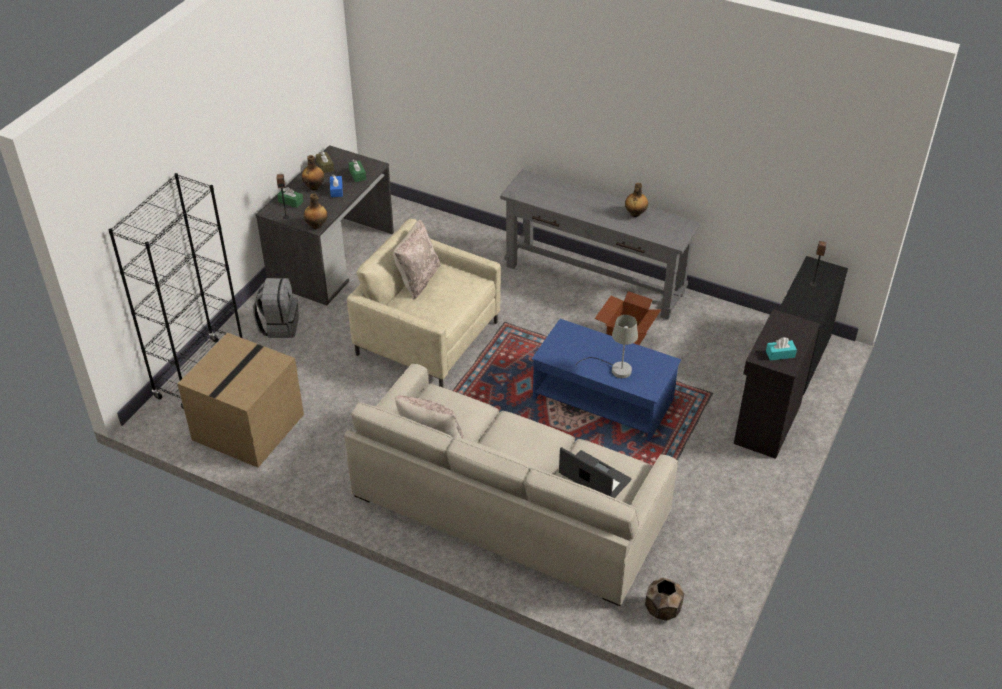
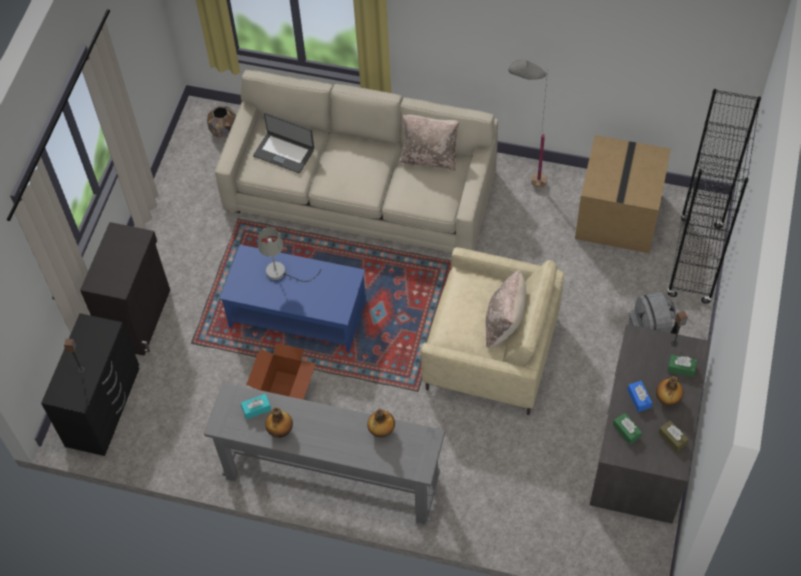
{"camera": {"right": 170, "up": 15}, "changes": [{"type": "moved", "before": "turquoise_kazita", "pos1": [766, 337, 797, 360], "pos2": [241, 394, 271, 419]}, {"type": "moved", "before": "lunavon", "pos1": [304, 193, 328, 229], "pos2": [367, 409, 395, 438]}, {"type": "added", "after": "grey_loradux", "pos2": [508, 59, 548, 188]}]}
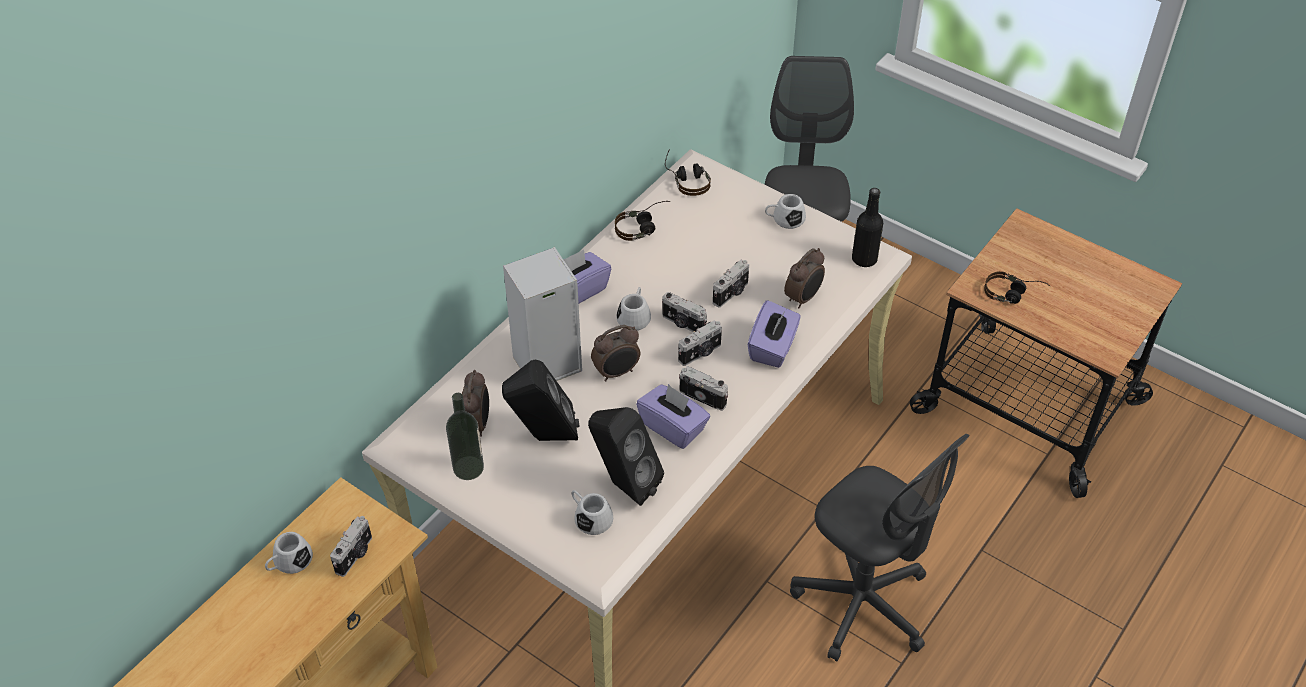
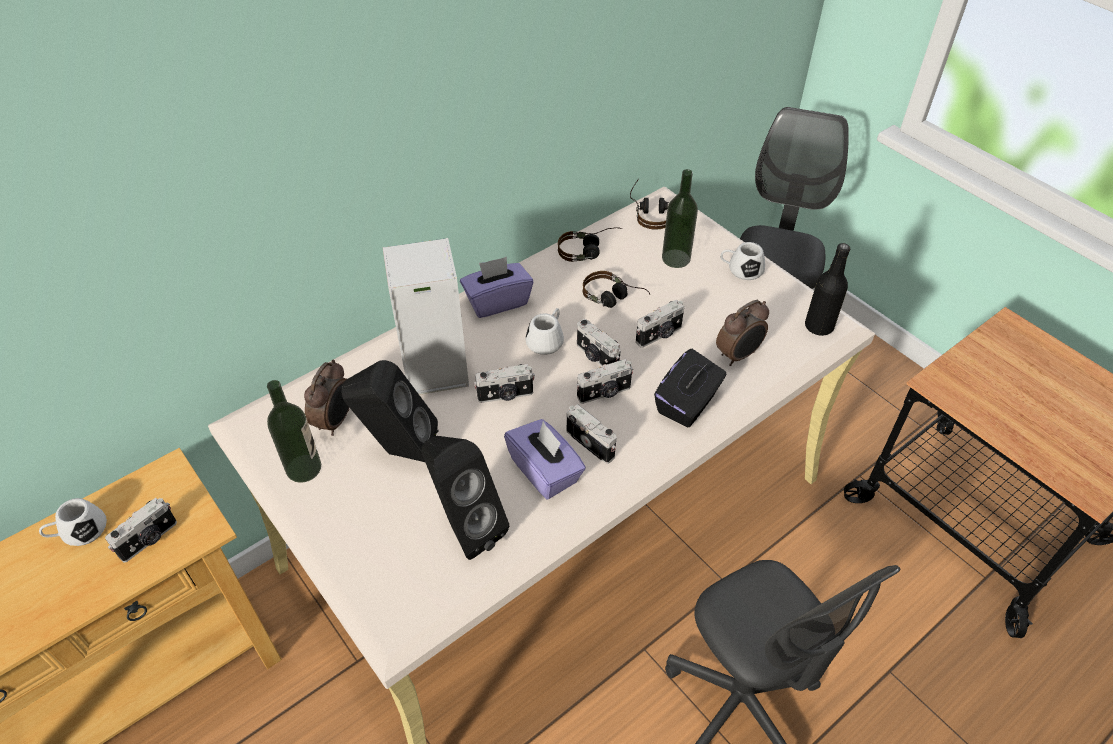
{"camera": {"right": 15, "up": 0}, "changes": [{"type": "replaced", "before": "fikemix", "after": "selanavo", "pos1": [591, 325, 640, 382], "pos2": [474, 364, 535, 403]}, {"type": "moved", "before": "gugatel", "pos1": [984, 271, 1050, 304], "pos2": [583, 271, 650, 308]}, {"type": "recoloured", "before": "purple_kazita", "after": "black_kazita", "pos1": [748, 300, 801, 368], "pos2": [654, 349, 726, 428]}, {"type": "added", "after": "lunavon", "pos2": [662, 169, 698, 268]}, {"type": "removed", "before": "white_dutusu", "pos1": [572, 490, 613, 535]}]}
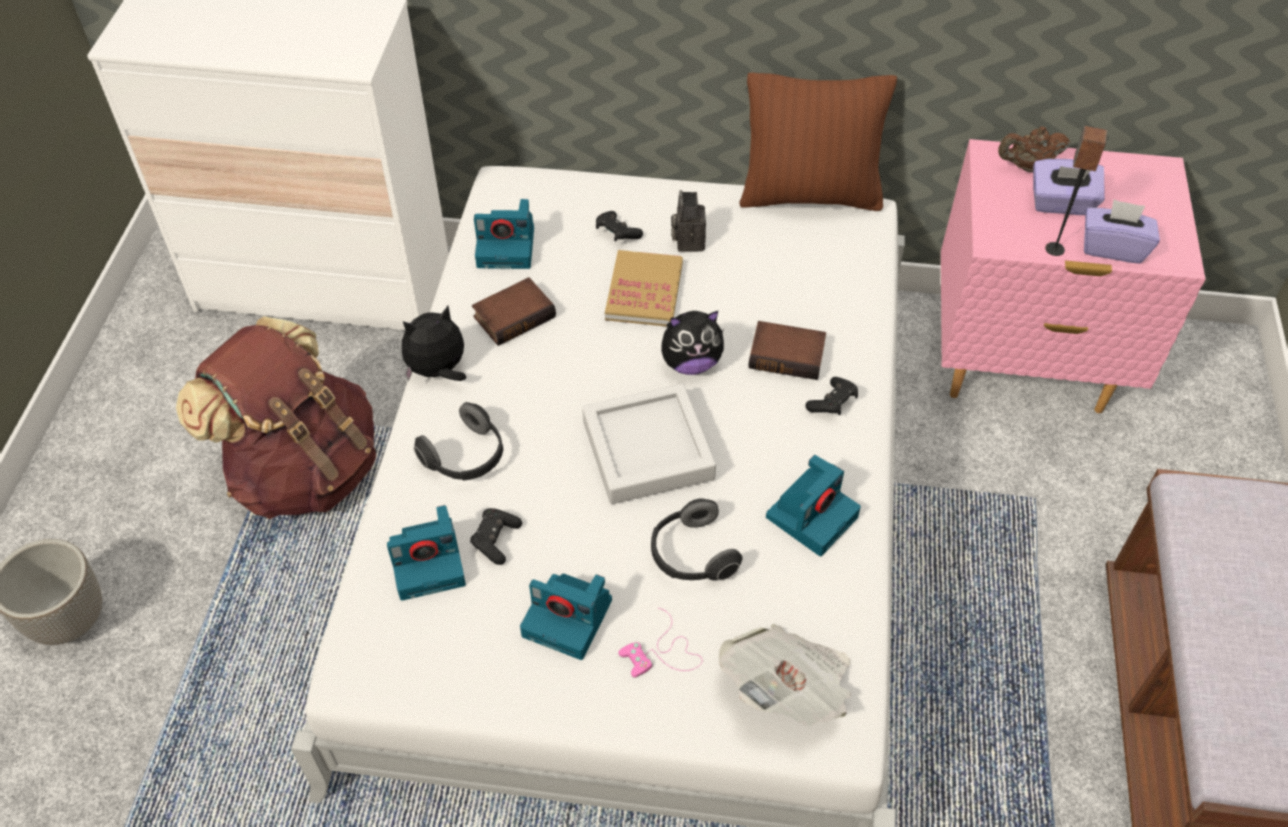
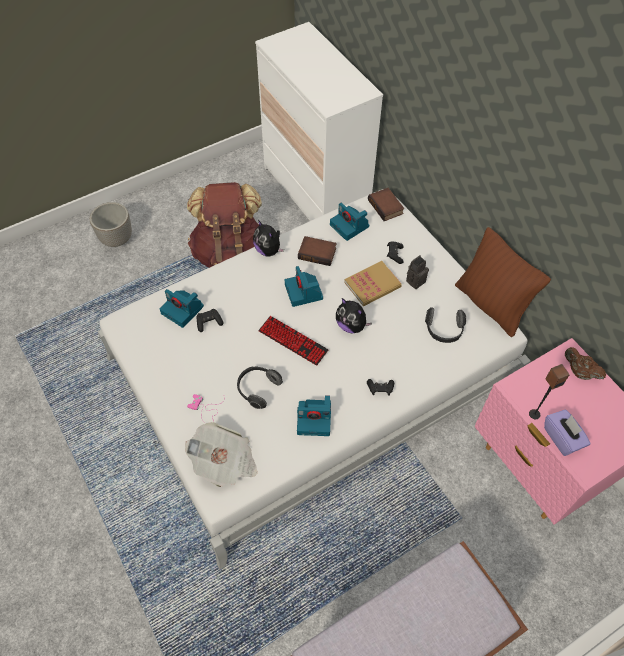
{"camera": {"right": 50, "up": 5}, "changes": [{"type": "turned", "before": "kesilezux", "pos1": [402, 306, 466, 381], "pos2": [253, 220, 284, 257], "turn": -150}, {"type": "replaced", "before": "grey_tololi", "after": "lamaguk", "pos1": [582, 384, 716, 504], "pos2": [258, 316, 328, 366]}, {"type": "moved", "before": "selanavo", "pos1": [520, 574, 612, 660], "pos2": [285, 266, 323, 307]}, {"type": "moved", "before": "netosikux", "pos1": [748, 321, 826, 380], "pos2": [368, 188, 404, 221]}, {"type": "moved", "before": "gugatel", "pos1": [414, 402, 503, 480], "pos2": [425, 307, 466, 343]}, {"type": "removed", "before": "purple_kazita", "pos1": [1033, 159, 1105, 215]}]}
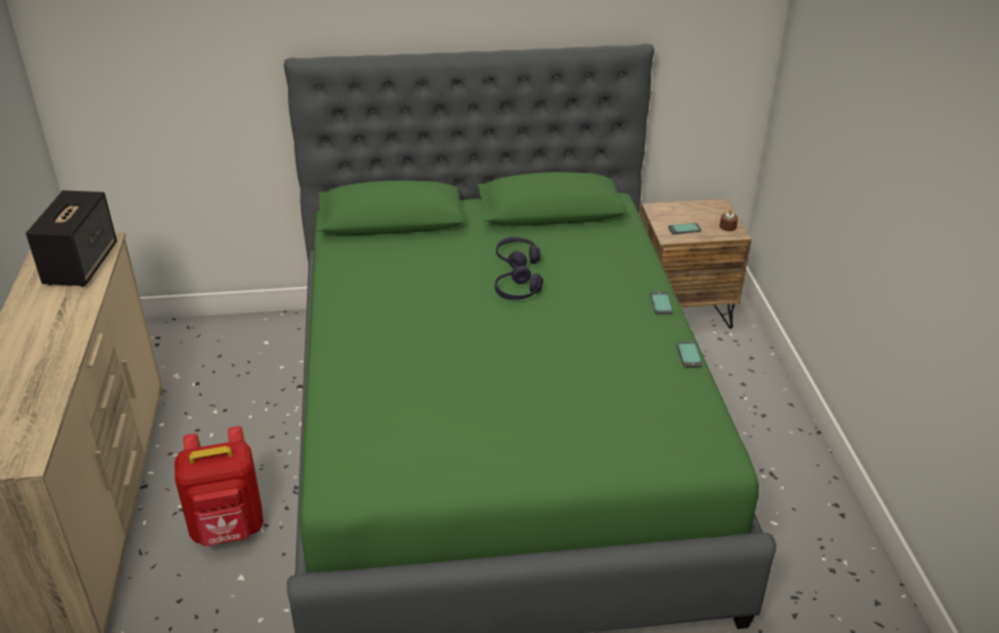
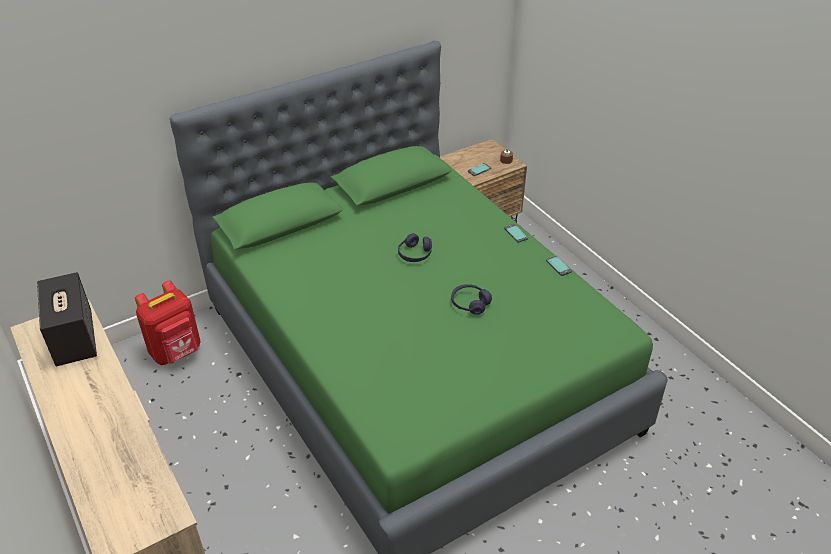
{"camera": {"right": -25, "up": 5}, "changes": [{"type": "moved", "before": "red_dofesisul", "pos1": [175, 426, 263, 546], "pos2": [135, 280, 201, 365]}, {"type": "moved", "before": "purple_gugatel", "pos1": [496, 237, 540, 268], "pos2": [451, 284, 492, 315]}]}
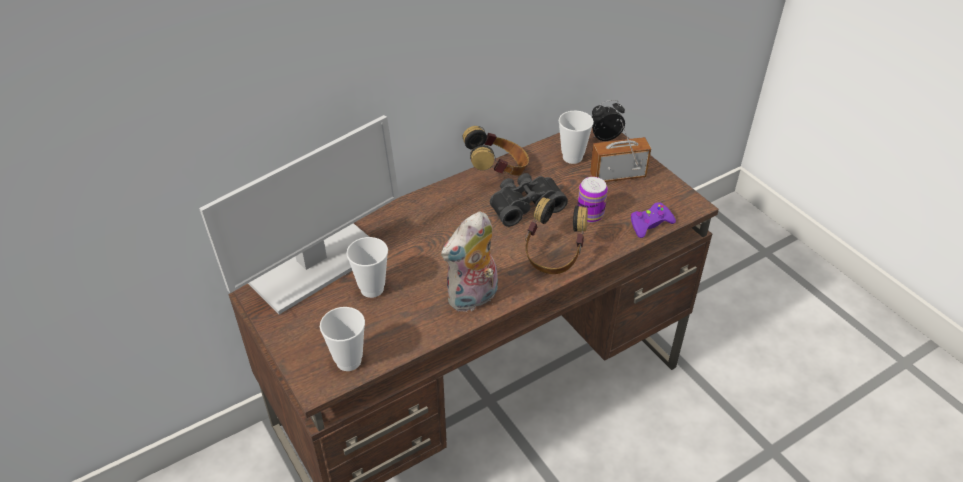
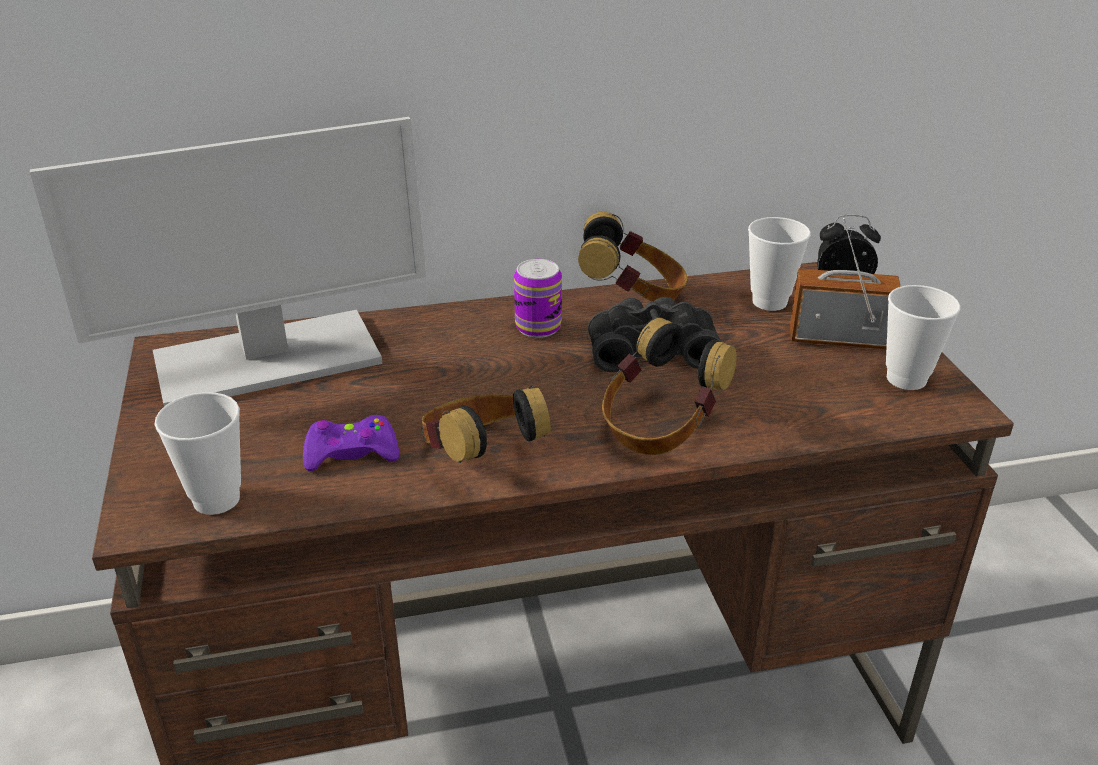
{"camera": {"right": 20, "up": -10}, "changes": [{"type": "moved", "before": "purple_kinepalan", "pos1": [630, 202, 676, 238], "pos2": [303, 415, 399, 471]}, {"type": "replaced", "before": "kesilezux", "after": "gugatel", "pos1": [441, 212, 498, 313], "pos2": [421, 386, 551, 463]}, {"type": "moved", "before": "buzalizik", "pos1": [577, 177, 608, 223], "pos2": [514, 259, 562, 338]}, {"type": "moved", "before": "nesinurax", "pos1": [346, 237, 388, 298], "pos2": [886, 285, 960, 390]}]}
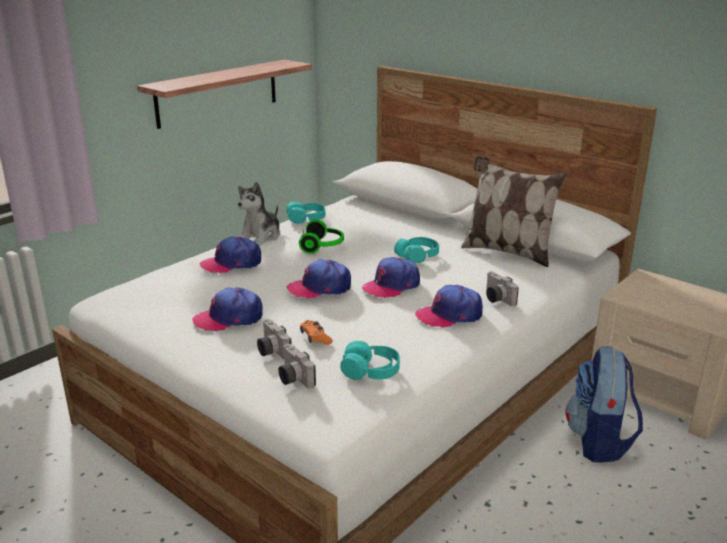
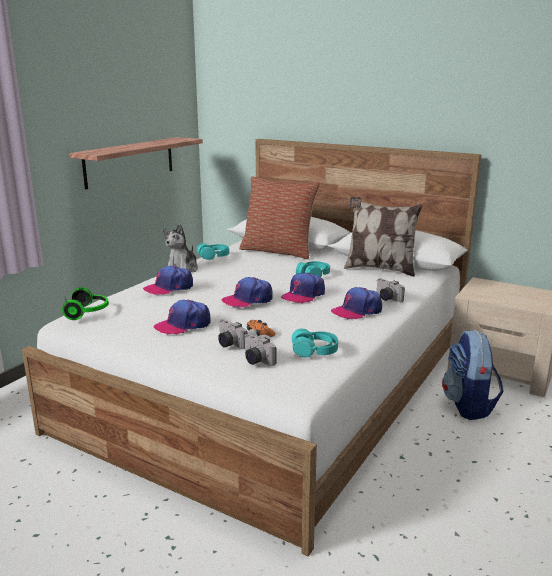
{"camera": {"right": -10, "up": -5}, "changes": [{"type": "moved", "before": "gugatel", "pos1": [299, 219, 344, 254], "pos2": [62, 287, 109, 320]}, {"type": "added", "after": "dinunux", "pos2": [239, 176, 320, 259]}]}
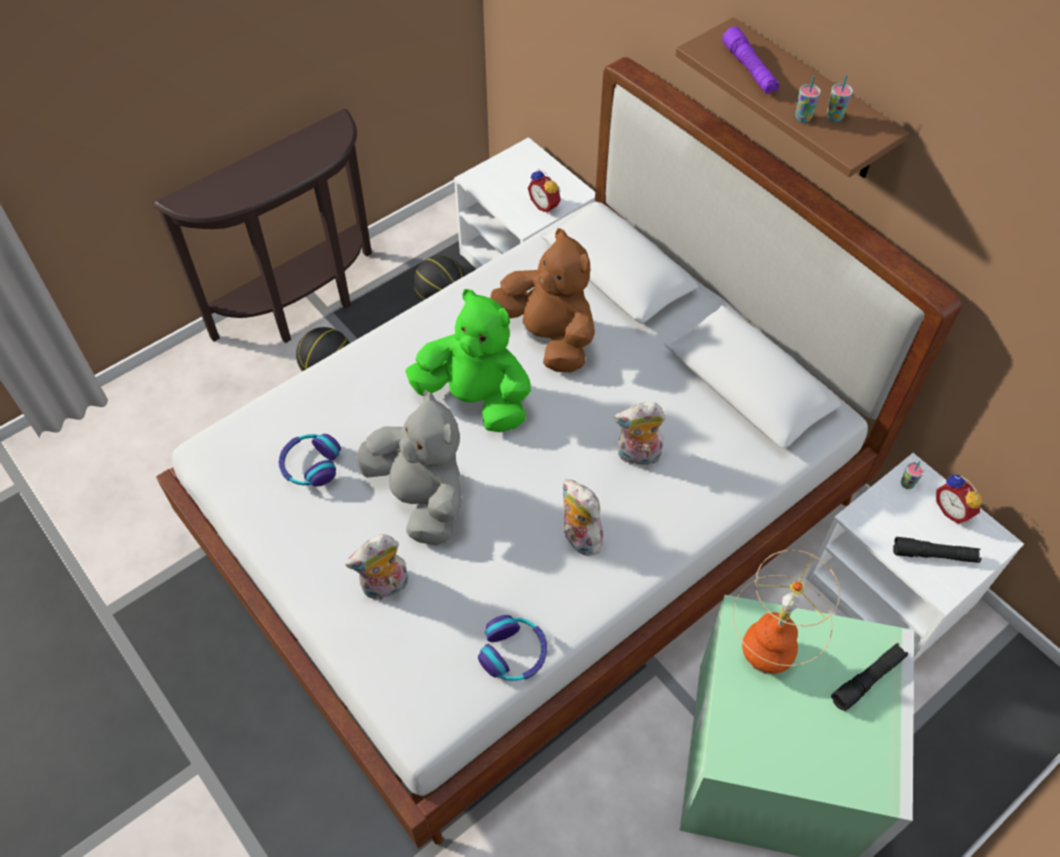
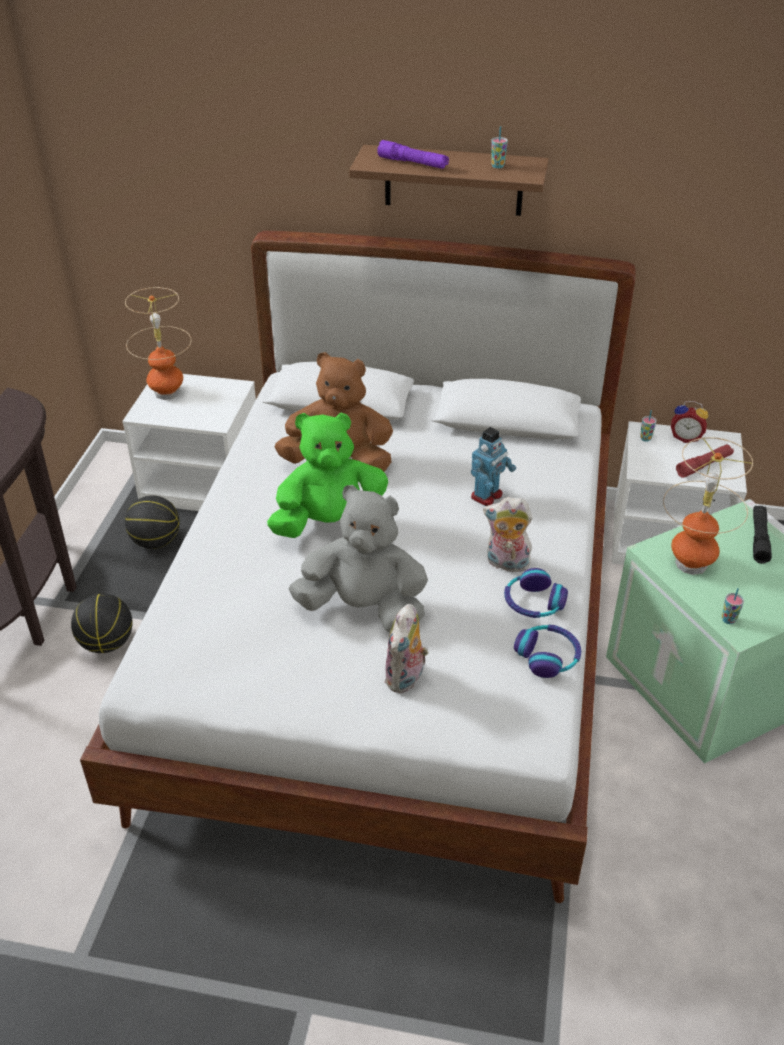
{"camera": {"right": -40, "up": -15}, "changes": [{"type": "added", "after": "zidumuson", "pos2": [125, 287, 191, 400]}, {"type": "replaced", "before": "kesilezux", "after": "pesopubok", "pos1": [614, 402, 666, 466], "pos2": [471, 427, 516, 506]}, {"type": "moved", "before": "gugatel", "pos1": [279, 434, 341, 487], "pos2": [504, 568, 568, 618]}, {"type": "recoloured", "before": "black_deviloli", "after": "red_deviloli", "pos1": [893, 537, 982, 563], "pos2": [676, 444, 734, 478]}, {"type": "moved", "before": "nesinurax", "pos1": [795, 76, 821, 123], "pos2": [722, 588, 744, 624]}, {"type": "removed", "before": "fikemix", "pos1": [528, 169, 561, 213]}]}
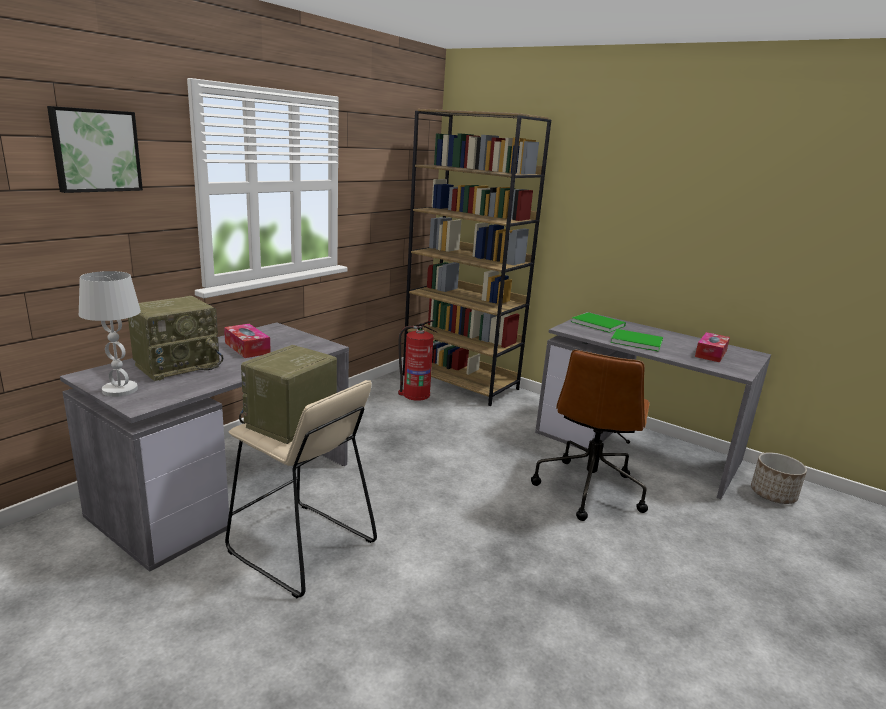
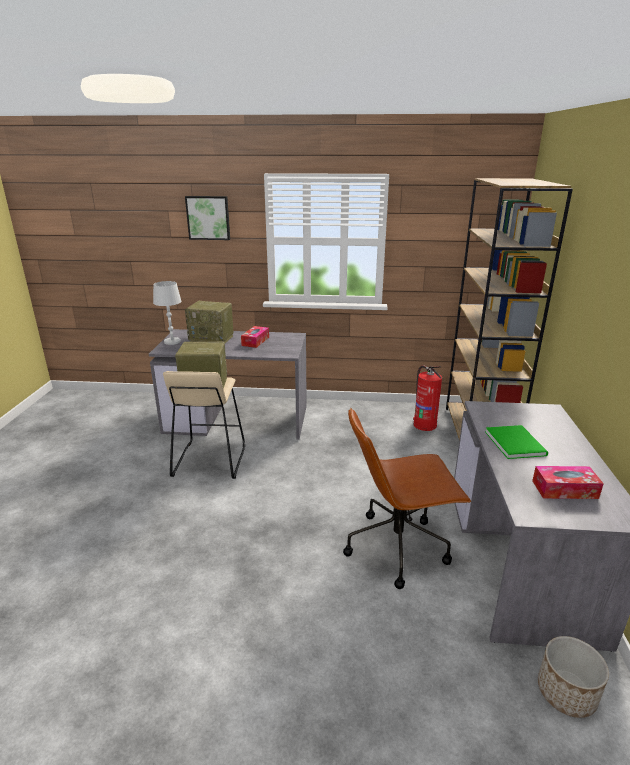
{"camera": {"right": 60, "up": 5}, "changes": [{"type": "removed", "before": "green_netosikux", "pos1": [571, 312, 626, 333]}]}
